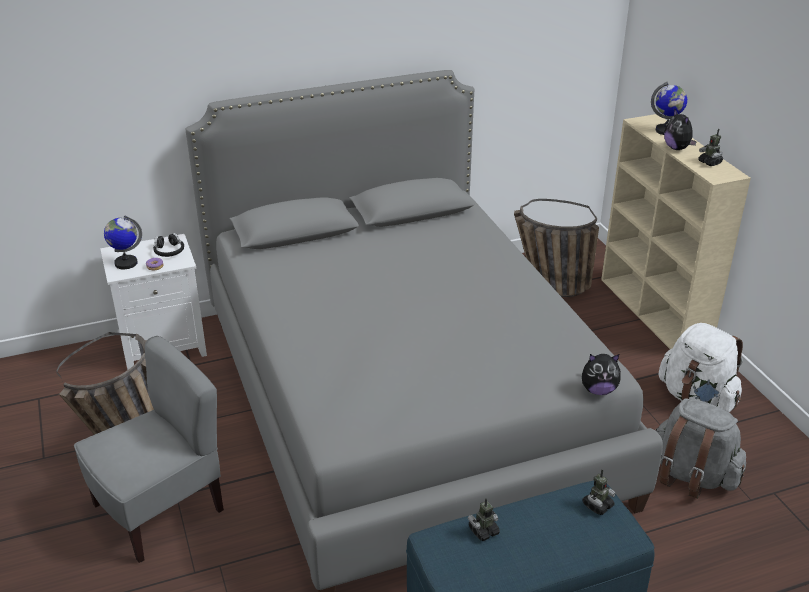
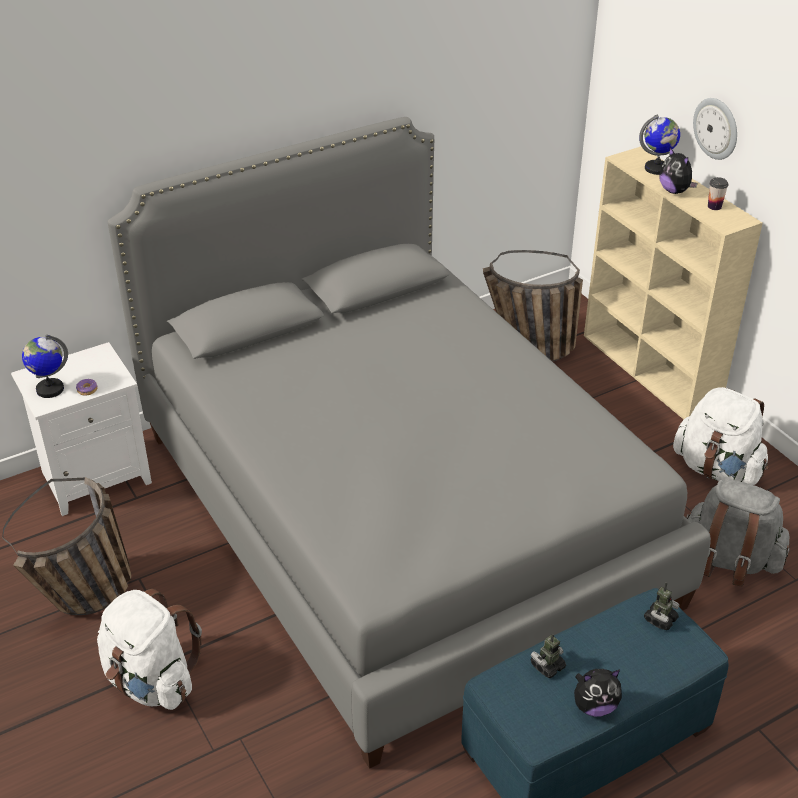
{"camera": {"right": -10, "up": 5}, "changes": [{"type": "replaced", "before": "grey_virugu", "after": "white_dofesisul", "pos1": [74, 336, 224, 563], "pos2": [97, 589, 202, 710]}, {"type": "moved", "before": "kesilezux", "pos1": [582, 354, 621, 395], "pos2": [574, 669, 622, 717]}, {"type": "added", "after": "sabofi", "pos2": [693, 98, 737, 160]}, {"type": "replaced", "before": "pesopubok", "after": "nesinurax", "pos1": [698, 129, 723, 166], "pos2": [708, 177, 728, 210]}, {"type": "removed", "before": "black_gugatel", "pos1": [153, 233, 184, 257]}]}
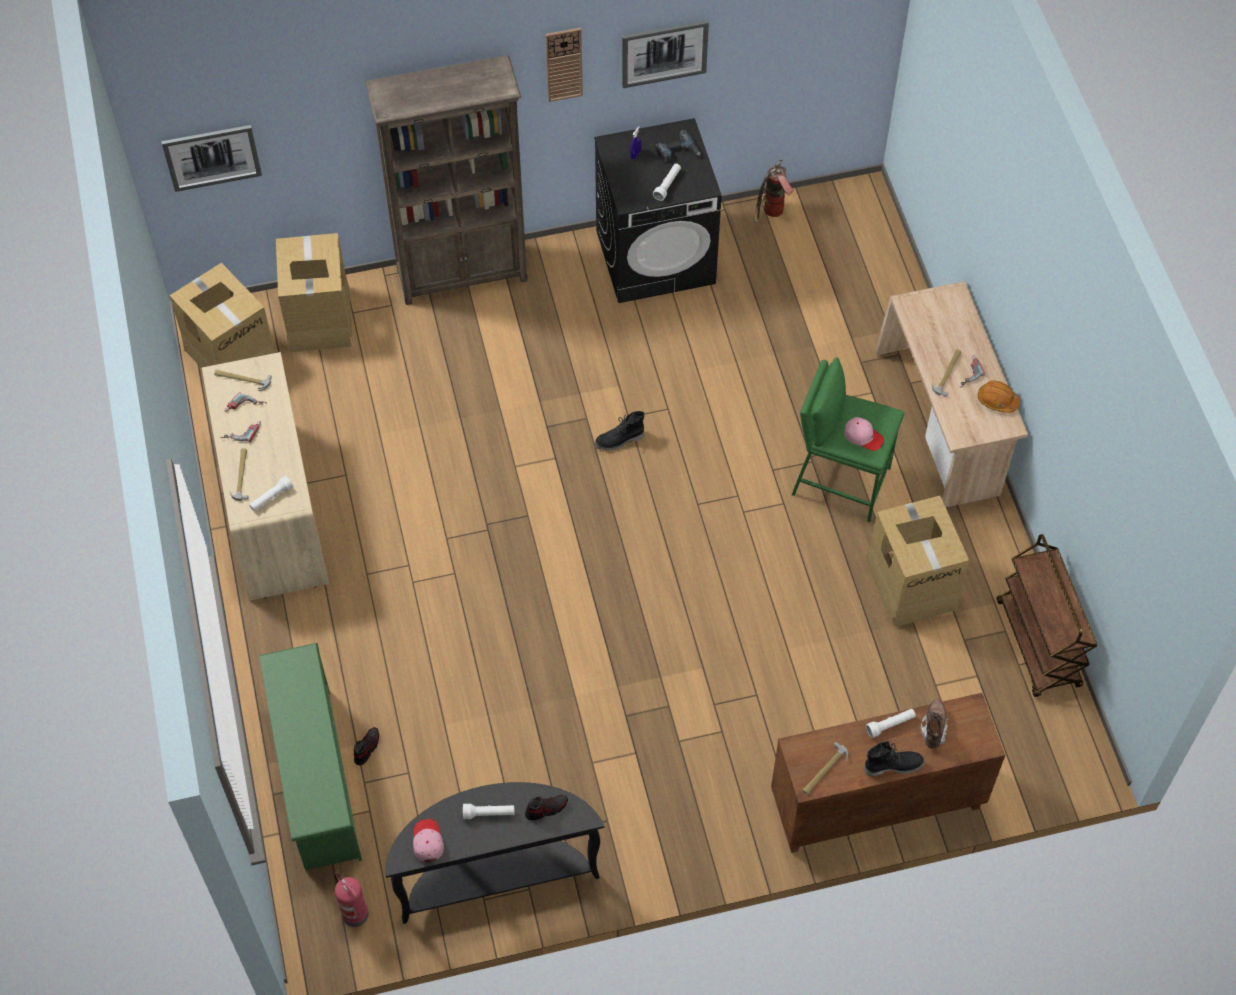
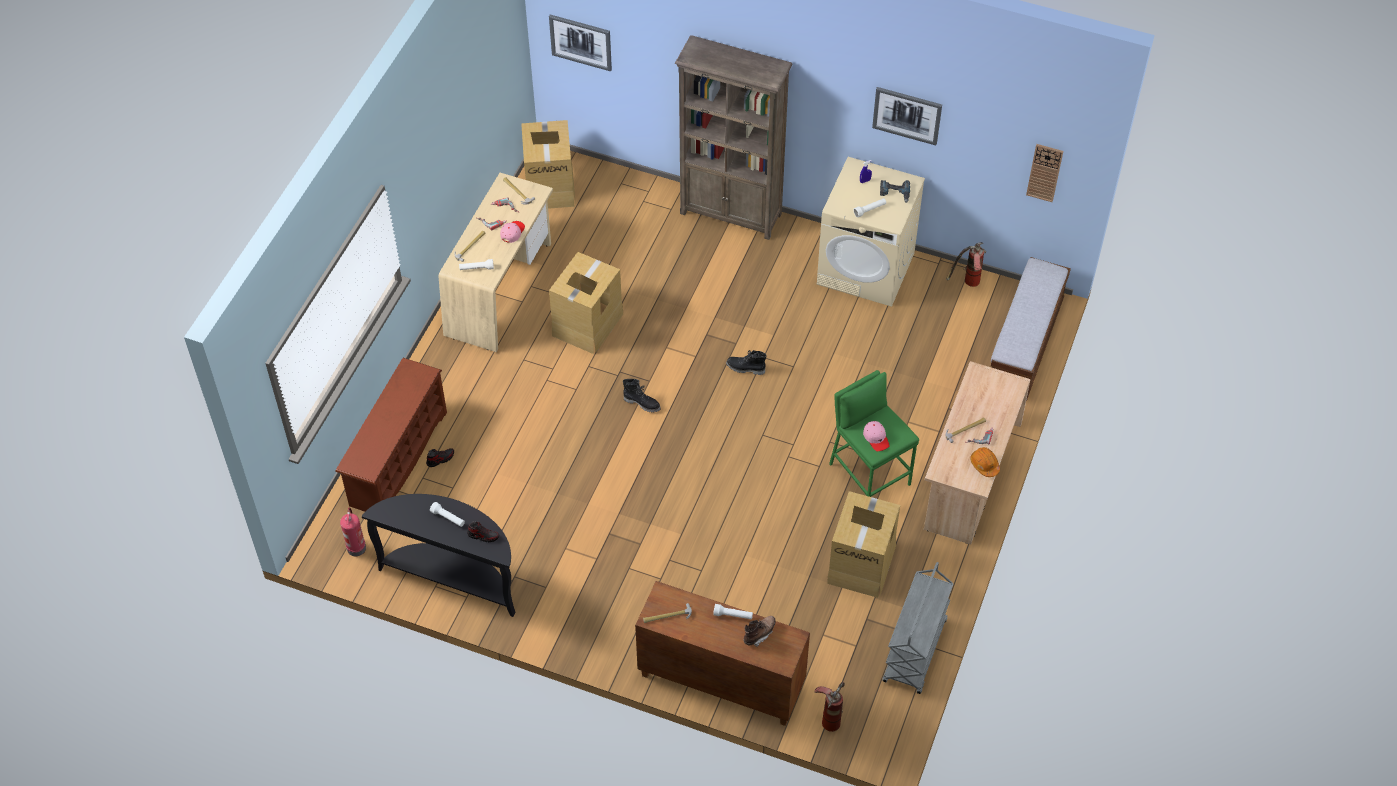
{"camera": {"right": 35, "up": -5}, "changes": [{"type": "recoloured", "before": "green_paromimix", "after": "brown_paromimix", "pos1": [259, 643, 362, 870], "pos2": [335, 358, 447, 512]}, {"type": "moved", "before": "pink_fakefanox", "pos1": [413, 819, 444, 862], "pos2": [500, 221, 525, 243]}, {"type": "moved", "before": "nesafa", "pos1": [276, 233, 353, 352], "pos2": [549, 252, 623, 354]}, {"type": "moved", "before": "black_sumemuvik", "pos1": [864, 741, 925, 776], "pos2": [623, 379, 661, 413]}, {"type": "added", "after": "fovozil", "pos2": [814, 682, 844, 732]}, {"type": "recoloured", "before": "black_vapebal", "after": "beige_vapebal", "pos1": [594, 118, 722, 303], "pos2": [817, 157, 925, 307]}, {"type": "recoloured", "before": "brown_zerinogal", "after": "grey_zerinogal", "pos1": [997, 534, 1097, 697], "pos2": [883, 562, 954, 694]}, {"type": "added", "after": "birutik", "pos2": [991, 257, 1071, 401]}, {"type": "moved", "before": "sabofi", "pos1": [545, 28, 583, 102], "pos2": [1026, 144, 1063, 202]}]}
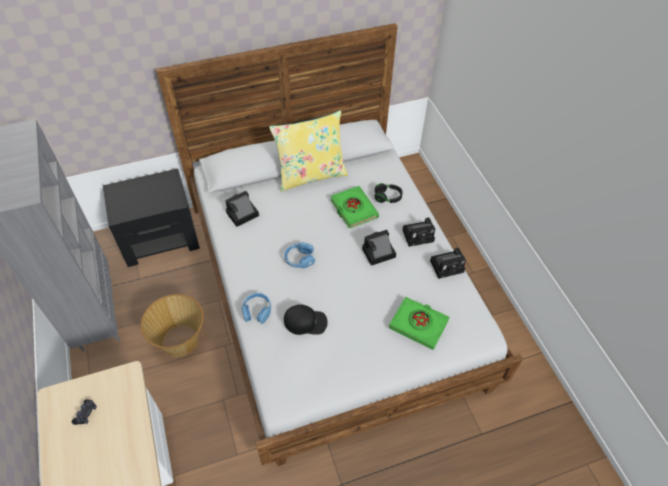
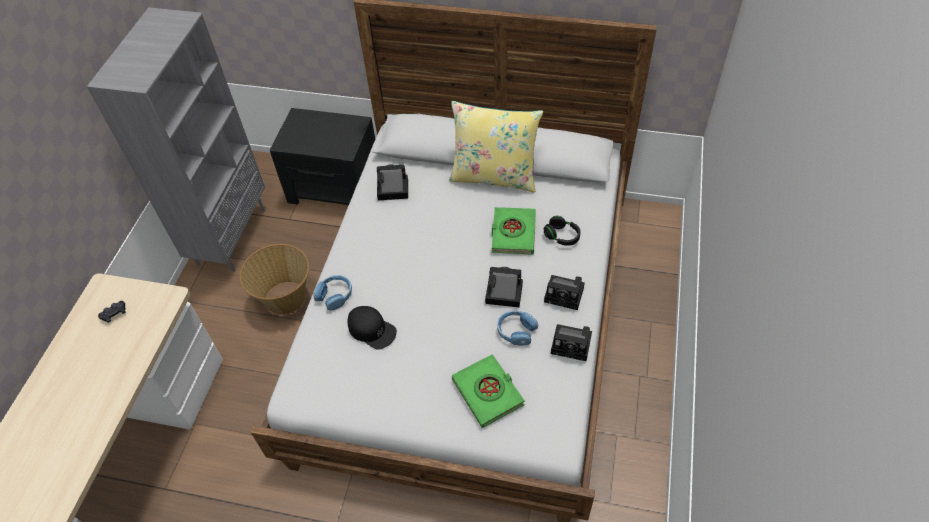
{"camera": {"right": 35, "up": 0}, "changes": [{"type": "moved", "before": "blue_gugatel", "pos1": [284, 242, 315, 268], "pos2": [497, 311, 538, 346]}]}
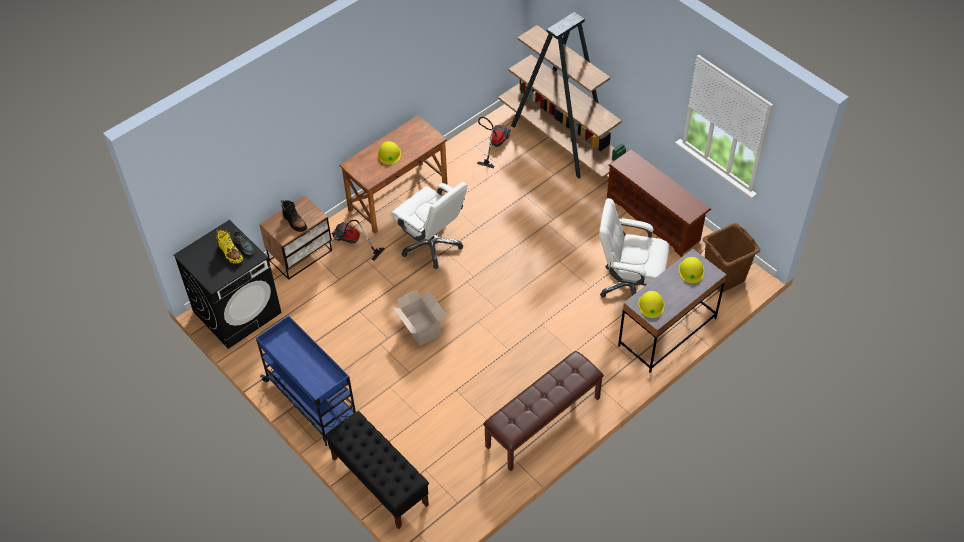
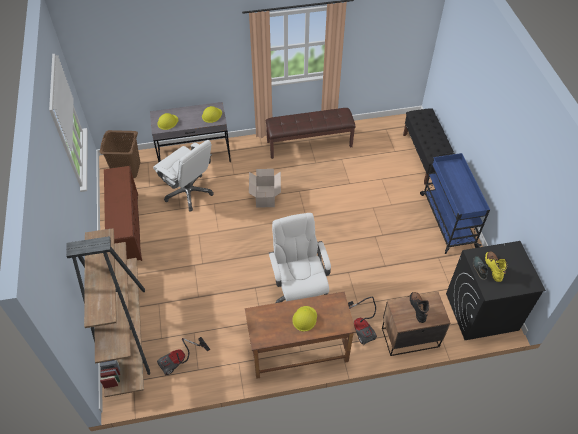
{"camera": {"right": -150, "up": 0}, "changes": [{"type": "moved", "before": "nesafa", "pos1": [392, 290, 447, 346], "pos2": [249, 169, 281, 207]}]}
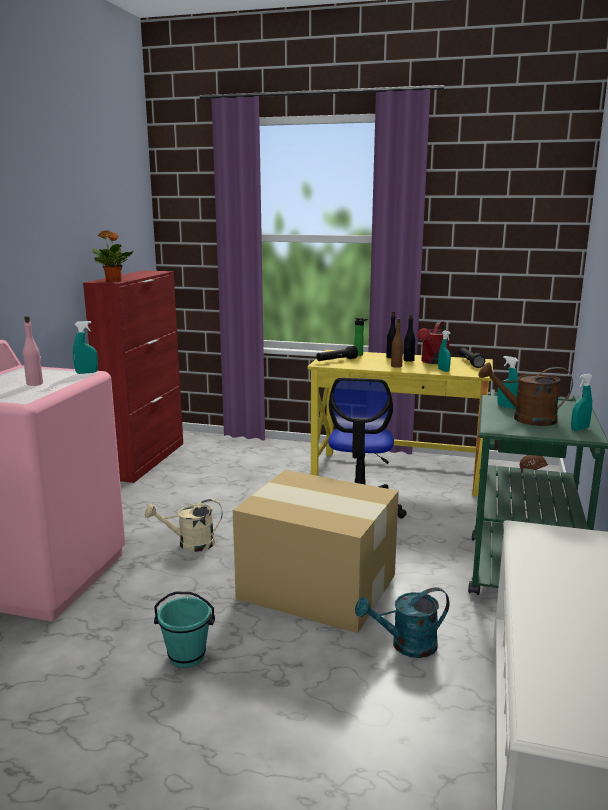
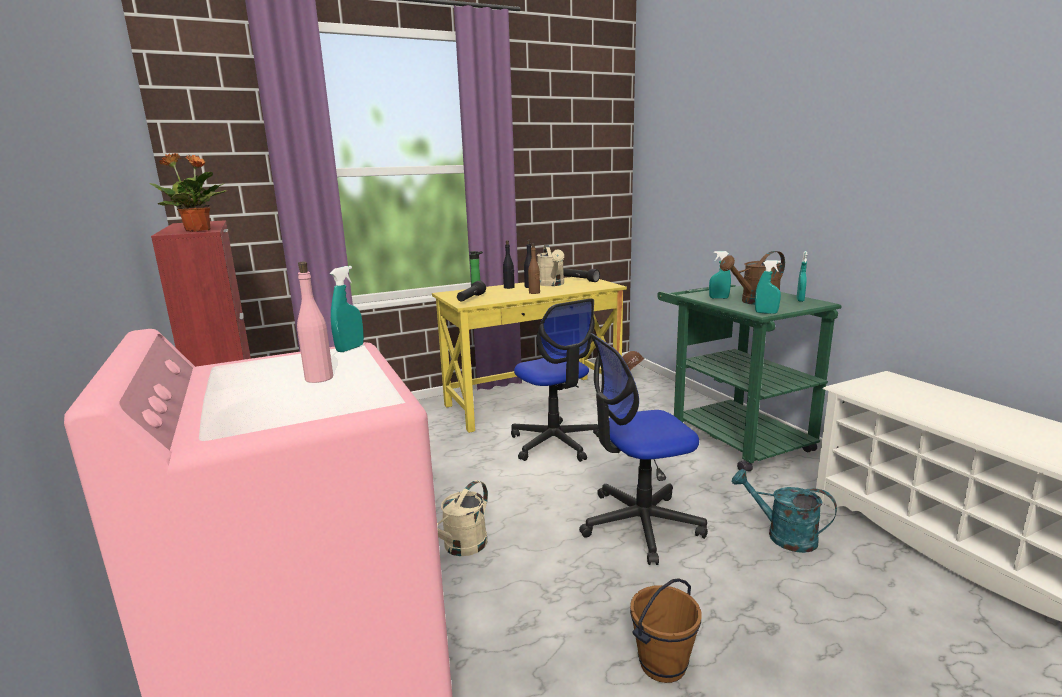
{"camera": {"right": -40, "up": 0}, "changes": [{"type": "recoloured", "before": "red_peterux", "after": "beige_peterux", "pos1": [417, 321, 450, 364], "pos2": [537, 245, 564, 286]}, {"type": "replaced", "before": "nesafa", "after": "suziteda", "pos1": [233, 470, 399, 633], "pos2": [579, 333, 708, 565]}, {"type": "recoloured", "before": "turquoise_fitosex", "after": "brown_fitosex", "pos1": [154, 592, 215, 668], "pos2": [630, 578, 702, 683]}, {"type": "turned", "before": "turquoise_peterux", "pos1": [355, 587, 449, 658], "pos2": [732, 469, 837, 553], "turn": 90}, {"type": "moved", "before": "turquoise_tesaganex", "pos1": [438, 331, 451, 372], "pos2": [755, 260, 781, 314]}]}
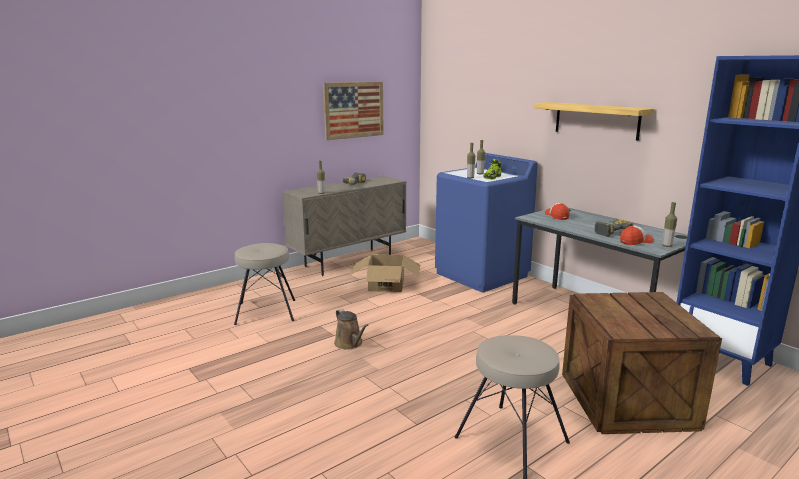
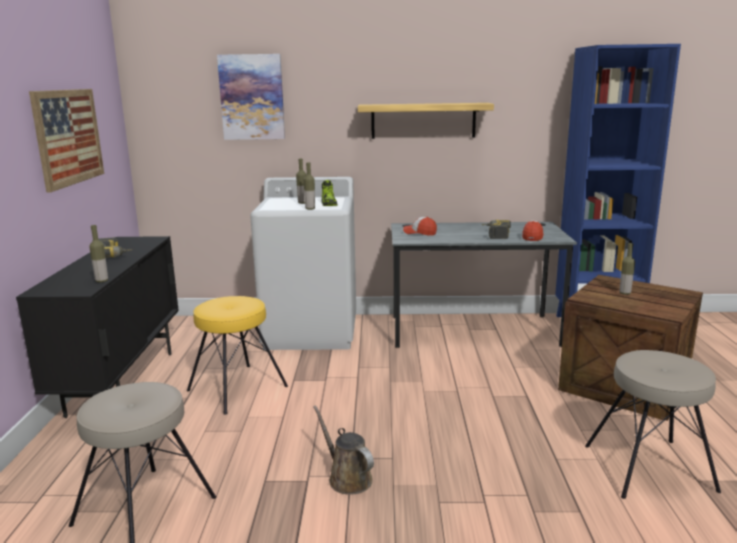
{"camera": {"right": -50, "up": 0}, "changes": [{"type": "recoloured", "before": "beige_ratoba", "after": "black_ratoba", "pos1": [282, 176, 406, 276], "pos2": [16, 236, 179, 418]}, {"type": "replaced", "before": "nesafa", "after": "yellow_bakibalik", "pos1": [351, 254, 420, 292], "pos2": [187, 296, 288, 415]}, {"type": "added", "after": "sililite", "pos2": [217, 54, 285, 140]}, {"type": "recoloured", "before": "blue_vapebal", "after": "white_vapebal", "pos1": [435, 153, 538, 292], "pos2": [250, 177, 356, 350]}, {"type": "turned", "before": "brown_peterux", "pos1": [334, 309, 368, 350], "pos2": [313, 405, 374, 495], "turn": -135}, {"type": "moved", "before": "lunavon", "pos1": [662, 202, 677, 247], "pos2": [619, 243, 635, 295]}]}
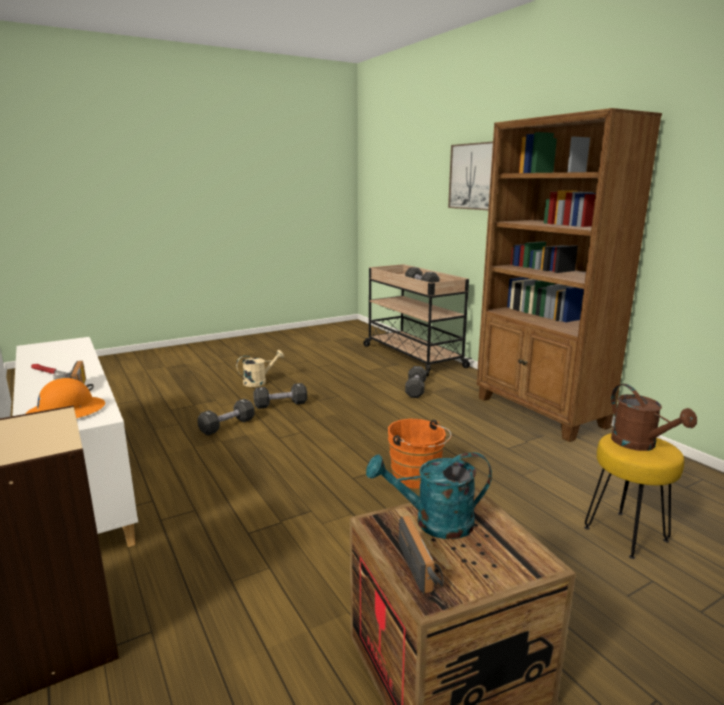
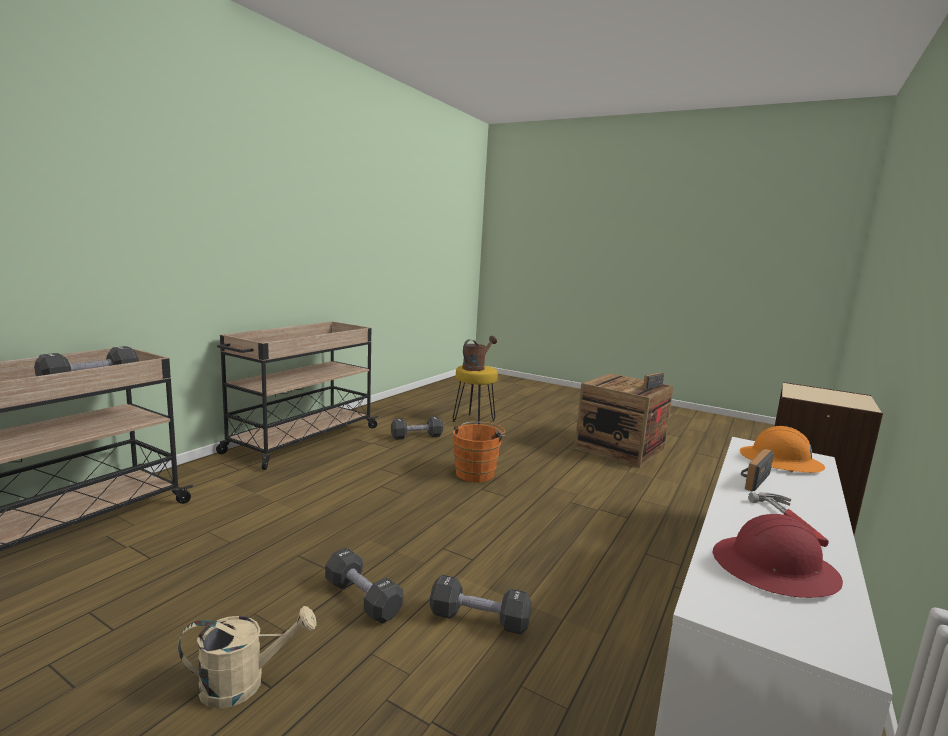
{"camera": {"right": -120, "up": -5}, "changes": [{"type": "turned", "before": "beige_peterux", "pos1": [236, 350, 284, 387], "pos2": [178, 606, 317, 709], "turn": 135}, {"type": "replaced", "before": "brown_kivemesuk", "after": "beige_zerinogal", "pos1": [477, 108, 662, 442], "pos2": [216, 321, 379, 470]}, {"type": "moved", "before": "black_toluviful", "pos1": [405, 366, 426, 398], "pos2": [391, 417, 443, 440]}, {"type": "added", "after": "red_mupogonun", "pos2": [713, 514, 843, 598]}, {"type": "removed", "before": "turquoise_peterux", "pos1": [366, 452, 492, 539]}, {"type": "removed", "before": "sililite", "pos1": [448, 142, 493, 210]}]}
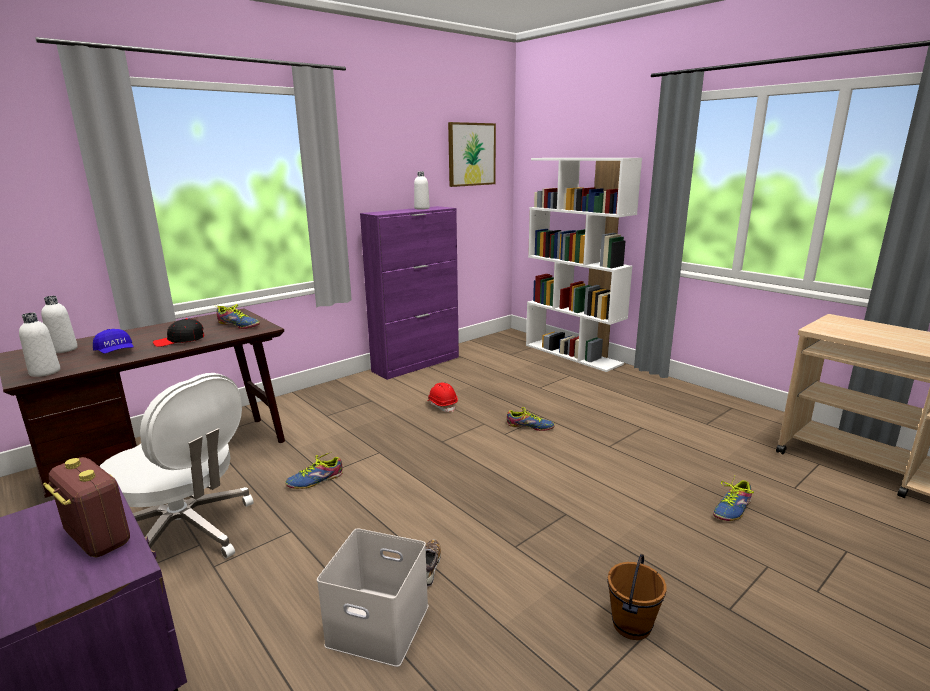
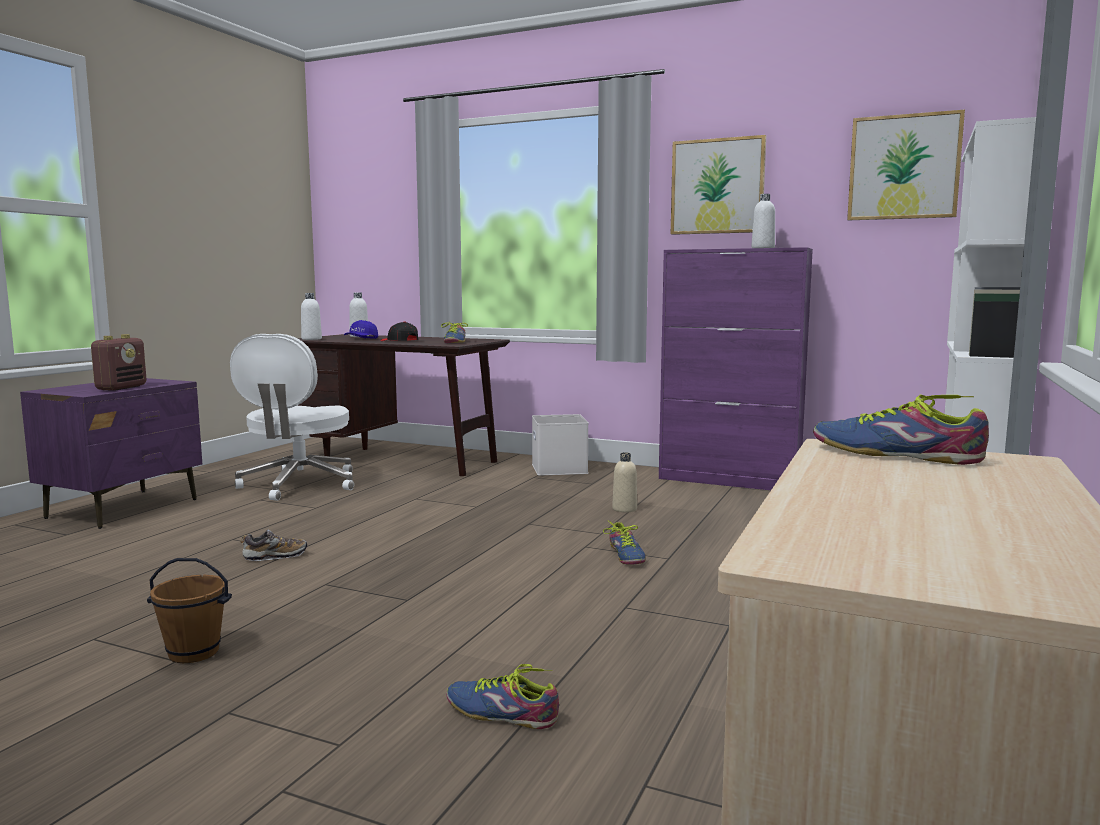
{"camera": {"right": 65, "up": -10}, "changes": [{"type": "moved", "before": "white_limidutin", "pos1": [317, 528, 429, 667], "pos2": [532, 414, 589, 476]}, {"type": "replaced", "before": "red_mupogonun", "after": "beige_lunavon", "pos1": [427, 382, 458, 412], "pos2": [612, 452, 637, 513]}, {"type": "added", "after": "sililite", "pos2": [671, 135, 766, 235]}, {"type": "moved", "before": "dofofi", "pos1": [285, 452, 343, 489], "pos2": [813, 395, 989, 465]}]}
